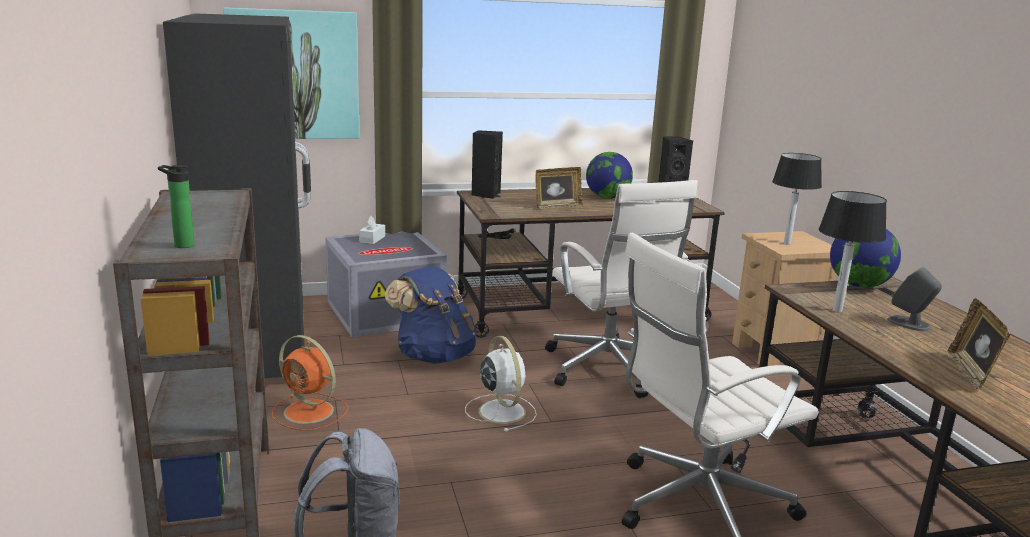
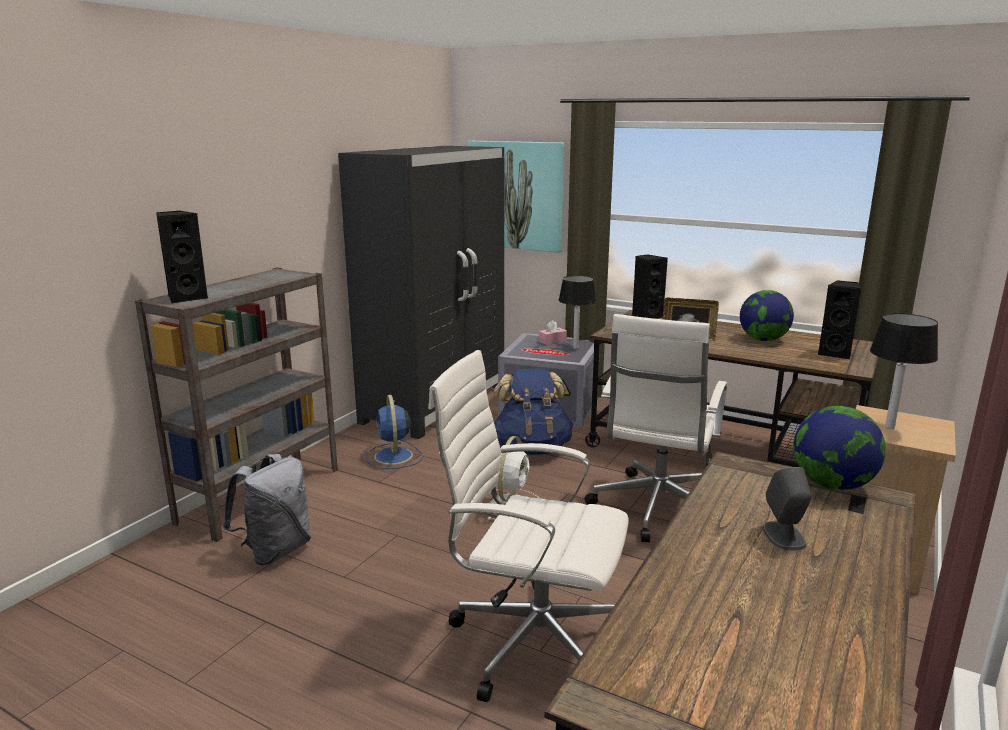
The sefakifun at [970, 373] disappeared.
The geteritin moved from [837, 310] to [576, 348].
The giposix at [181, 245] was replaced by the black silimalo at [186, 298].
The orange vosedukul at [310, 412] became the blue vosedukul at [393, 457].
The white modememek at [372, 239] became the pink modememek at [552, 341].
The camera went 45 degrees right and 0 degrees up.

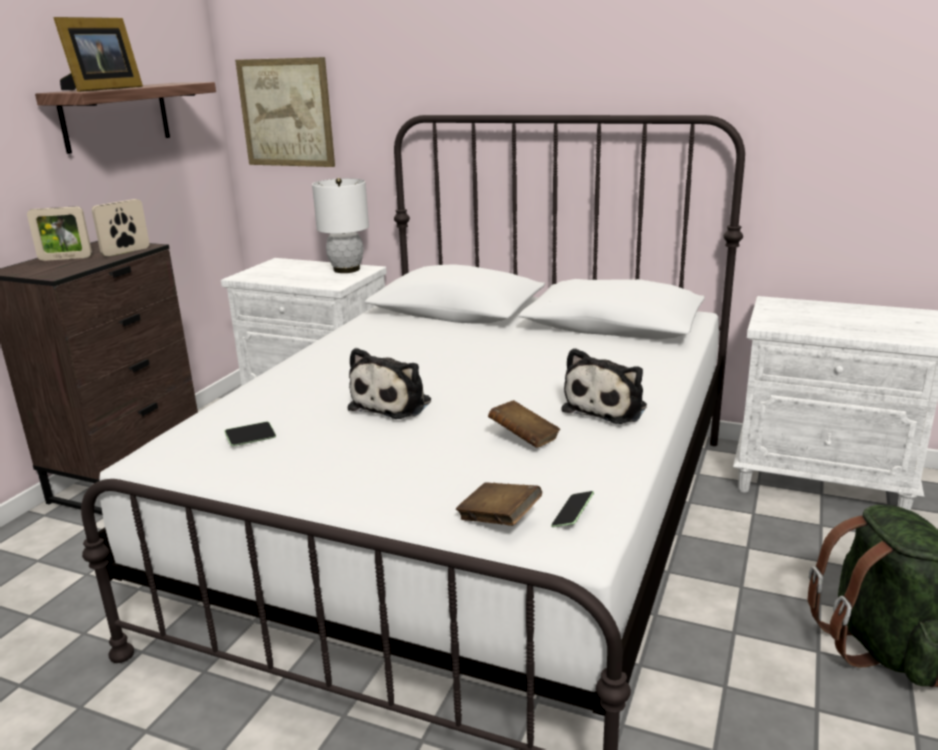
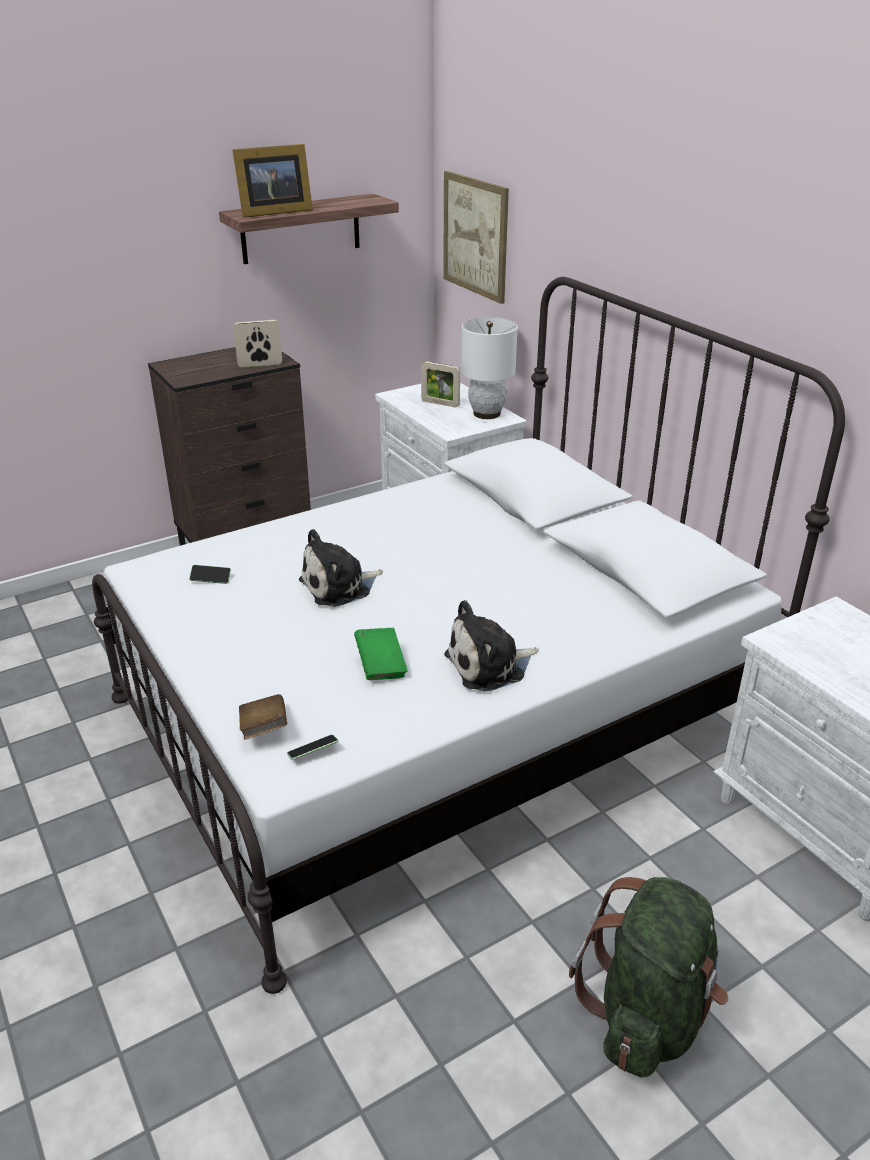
The sefakifun moved from [65, 258] to [440, 403].
The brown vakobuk at [524, 439] became the green vakobuk at [381, 666].
The camera went 35 degrees right and 10 degrees up.

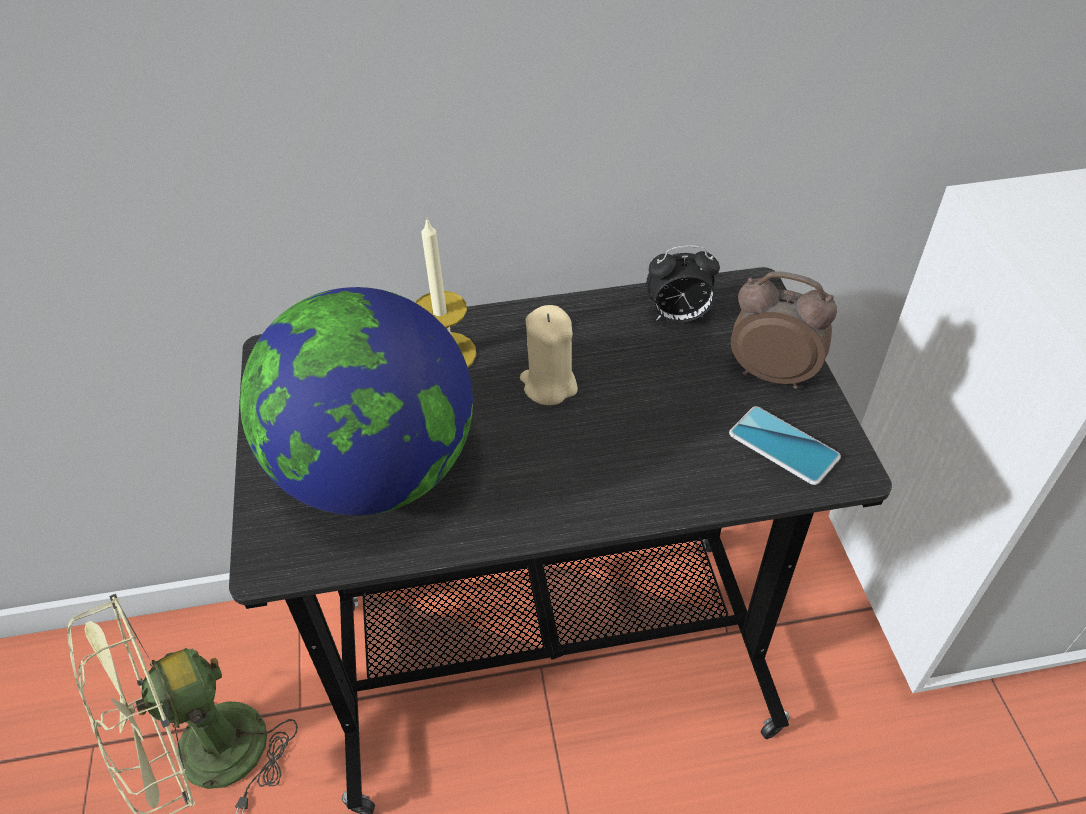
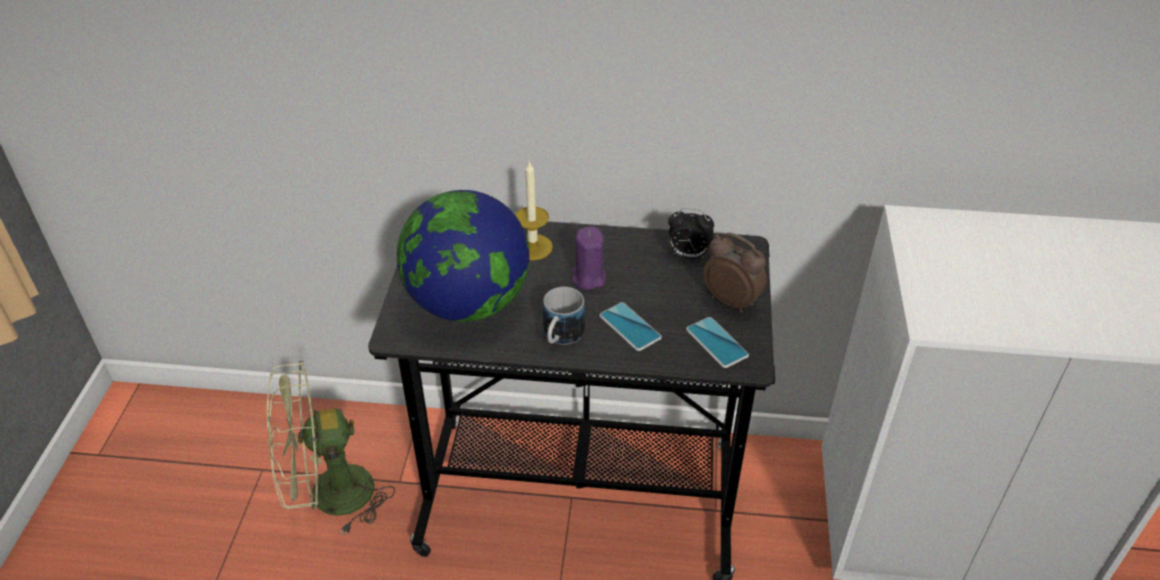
The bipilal at [560, 337] appeared.
The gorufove at [630, 327] appeared.
The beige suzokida at [548, 385] became the purple suzokida at [588, 278].
The camera went 15 degrees right and 5 degrees down.

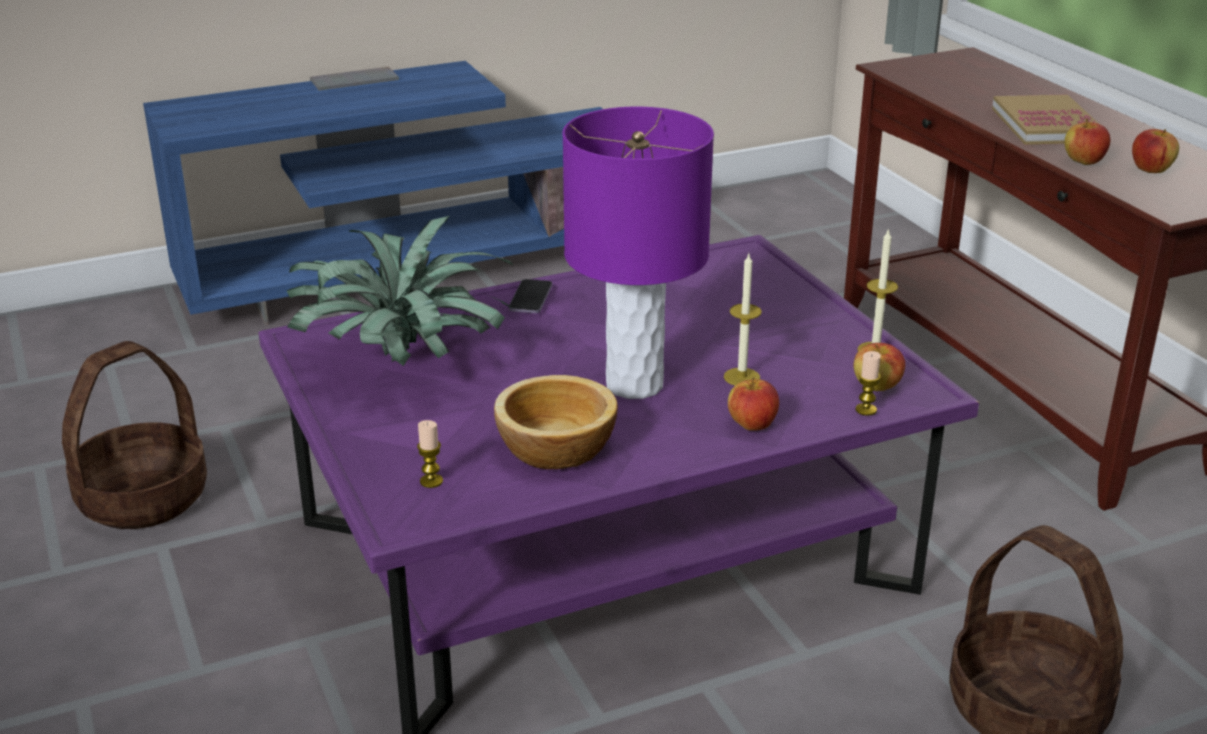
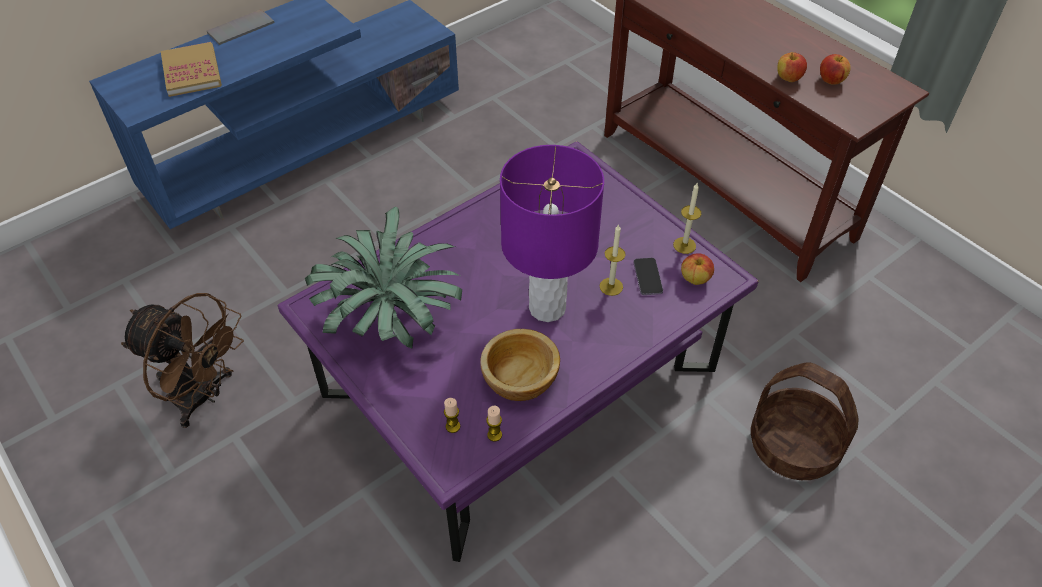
The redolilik at [752, 425] disappeared.
The gorufove moved from [530, 298] to [647, 277].
The suzokida moved from [866, 410] to [494, 435].
The vakobuk moved from [1046, 125] to [192, 72].
The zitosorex at [143, 498] was replaced by the brown vosedukul at [203, 397].
The camera went 15 degrees left and 20 degrees up.

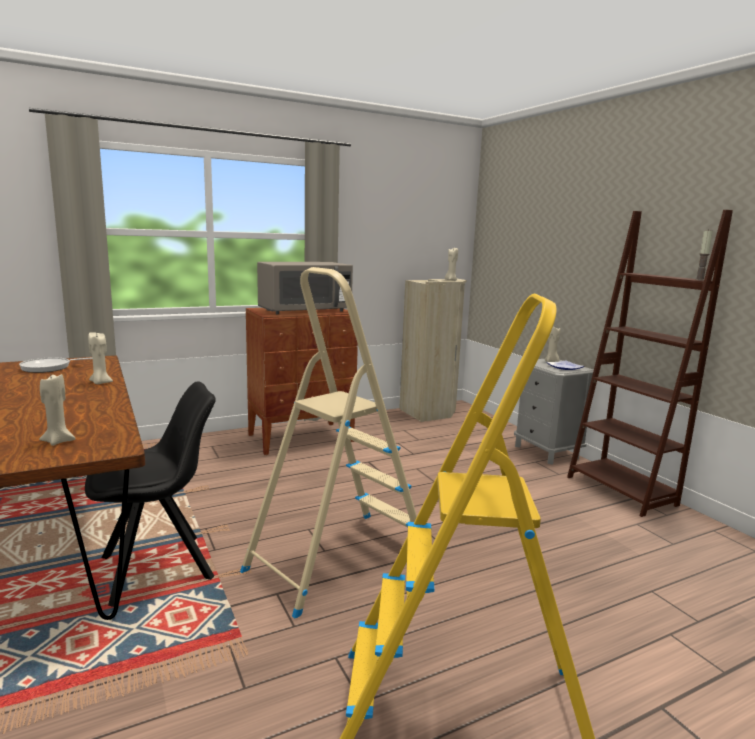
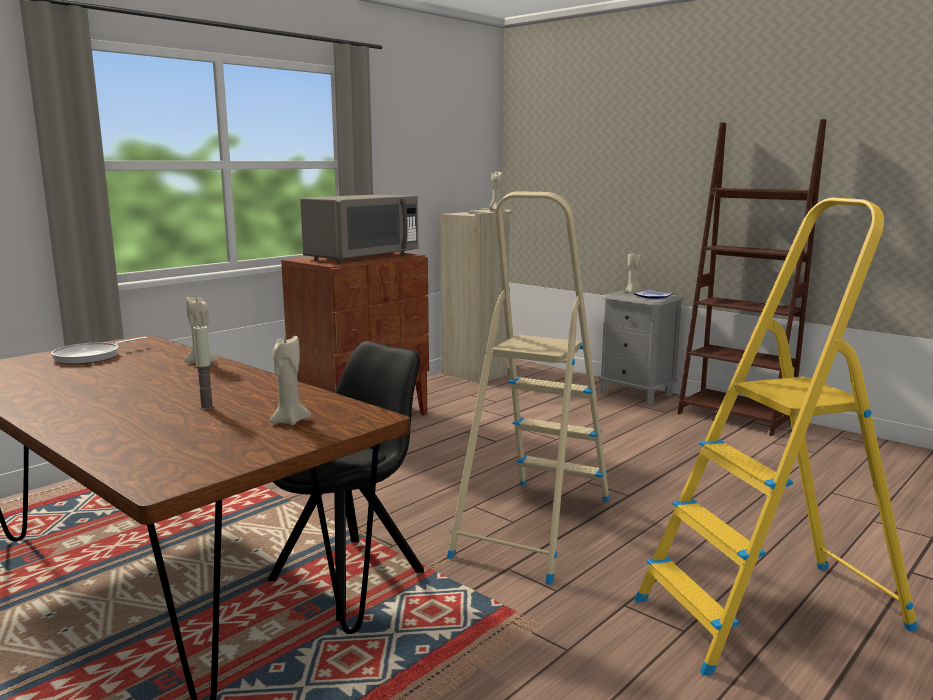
The suzokida moved from [700, 279] to [207, 407].
The camera went 20 degrees left and 0 degrees up.

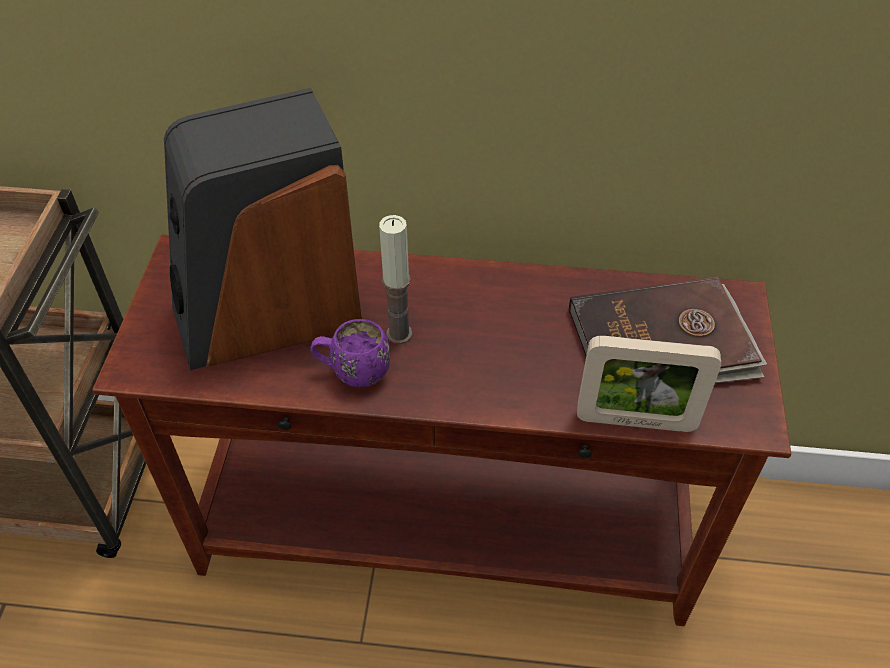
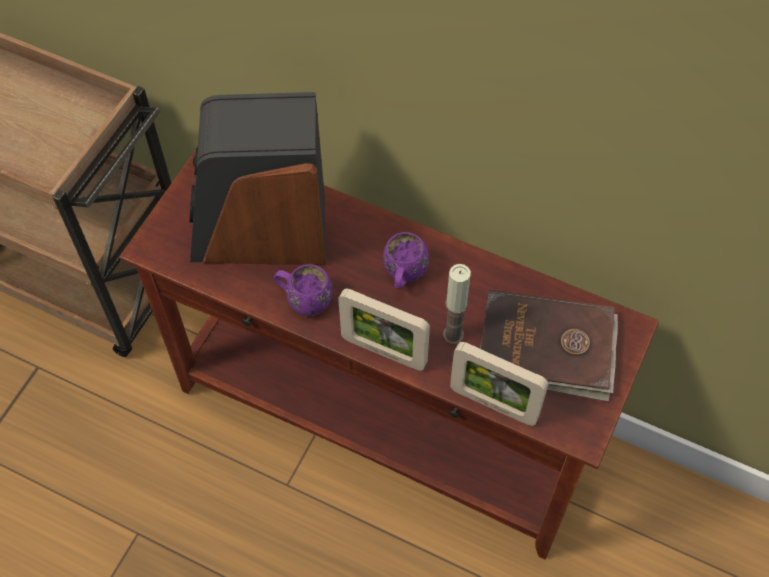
The sefakifun at [384, 351] appeared.
The purple bipilal at [404, 276] appeared.
The suzokida moved from [399, 334] to [453, 335].
The camera went 20 degrees right and 10 degrees up.

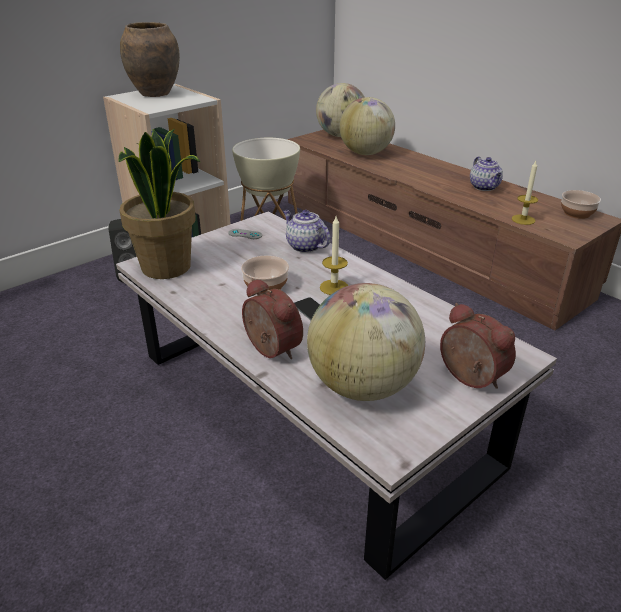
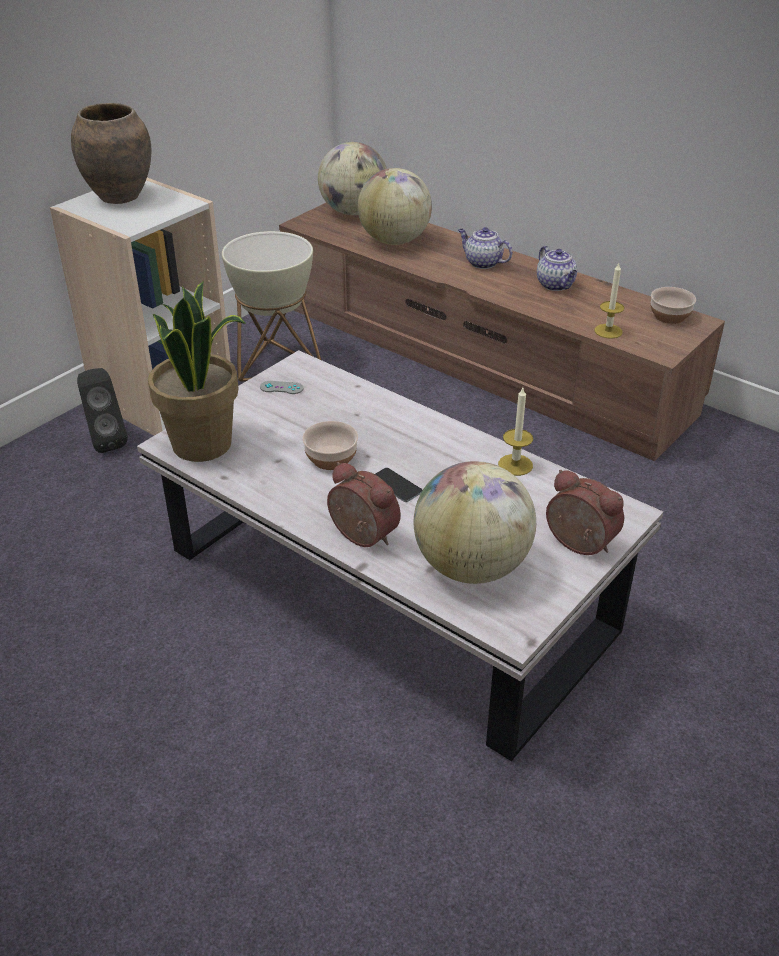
The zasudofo moved from [304, 246] to [482, 263].
The suzokida moved from [334, 287] to [515, 465].
The camera went 10 degrees left and 5 degrees up.

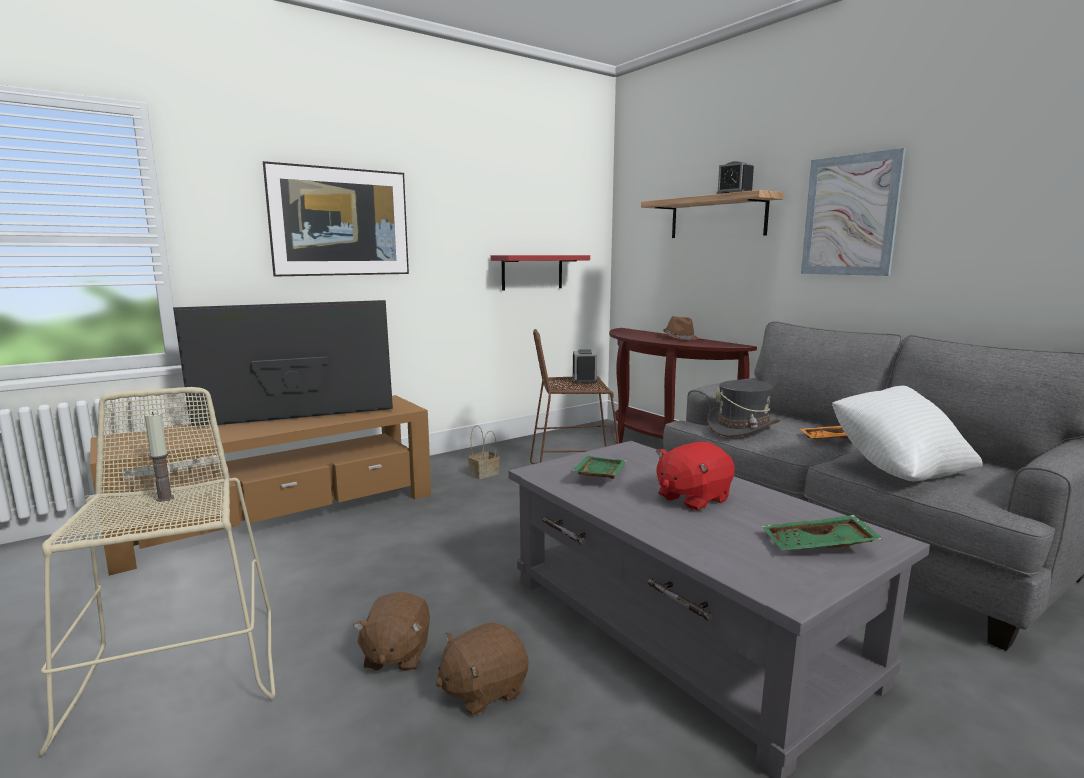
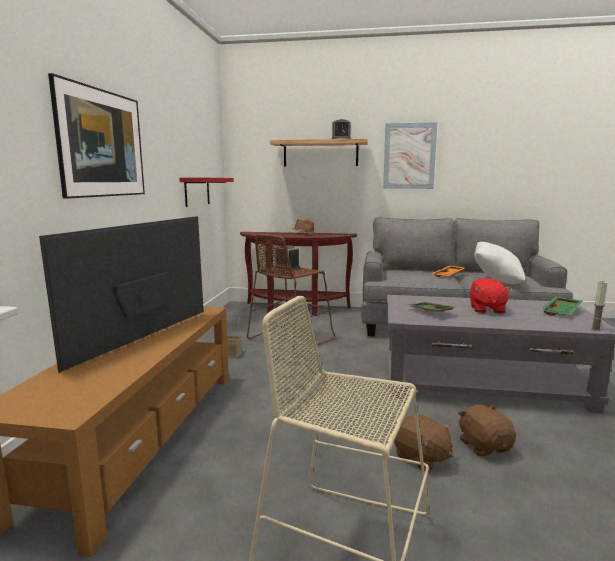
The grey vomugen at [742, 428] disappeared.
The suzokida moved from [165, 498] to [595, 329].
The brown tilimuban at [483, 690] turned 150 degrees clockwise.
The camera went 45 degrees left and 0 degrees up.

